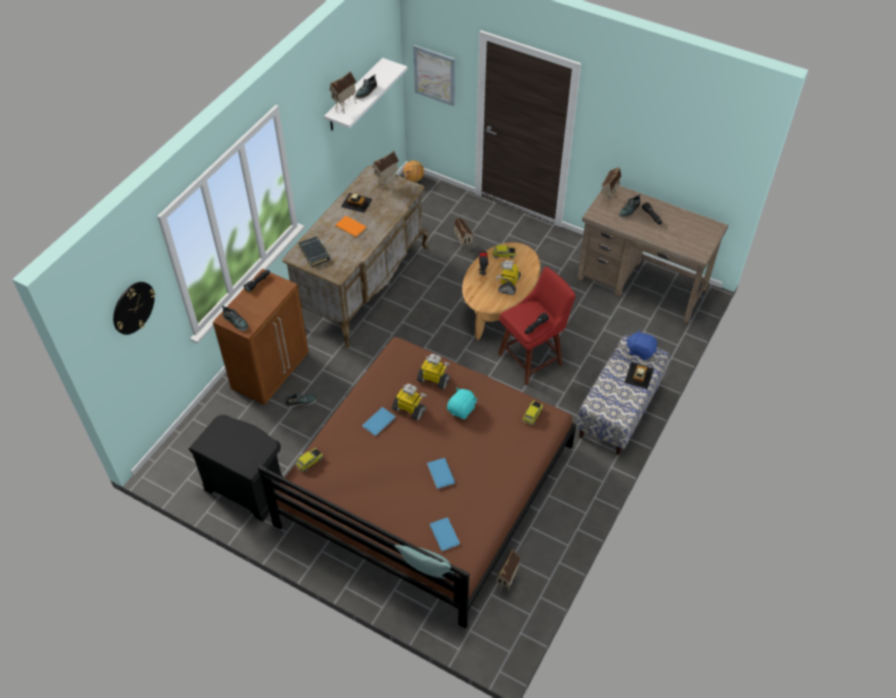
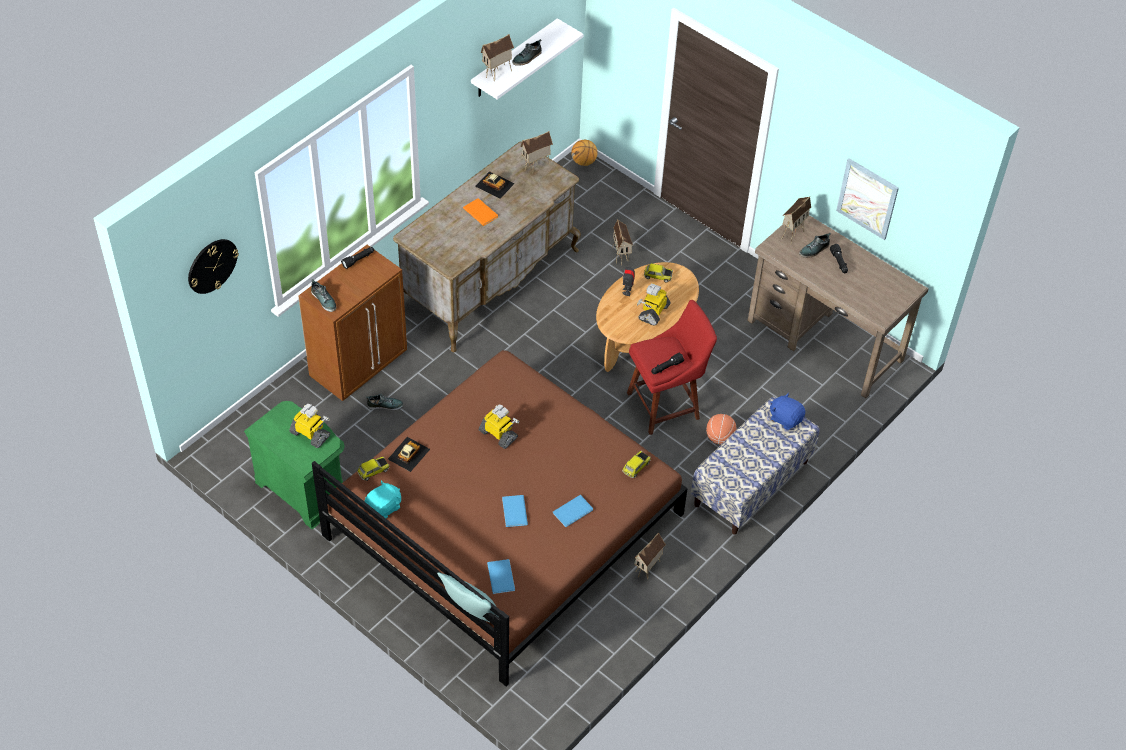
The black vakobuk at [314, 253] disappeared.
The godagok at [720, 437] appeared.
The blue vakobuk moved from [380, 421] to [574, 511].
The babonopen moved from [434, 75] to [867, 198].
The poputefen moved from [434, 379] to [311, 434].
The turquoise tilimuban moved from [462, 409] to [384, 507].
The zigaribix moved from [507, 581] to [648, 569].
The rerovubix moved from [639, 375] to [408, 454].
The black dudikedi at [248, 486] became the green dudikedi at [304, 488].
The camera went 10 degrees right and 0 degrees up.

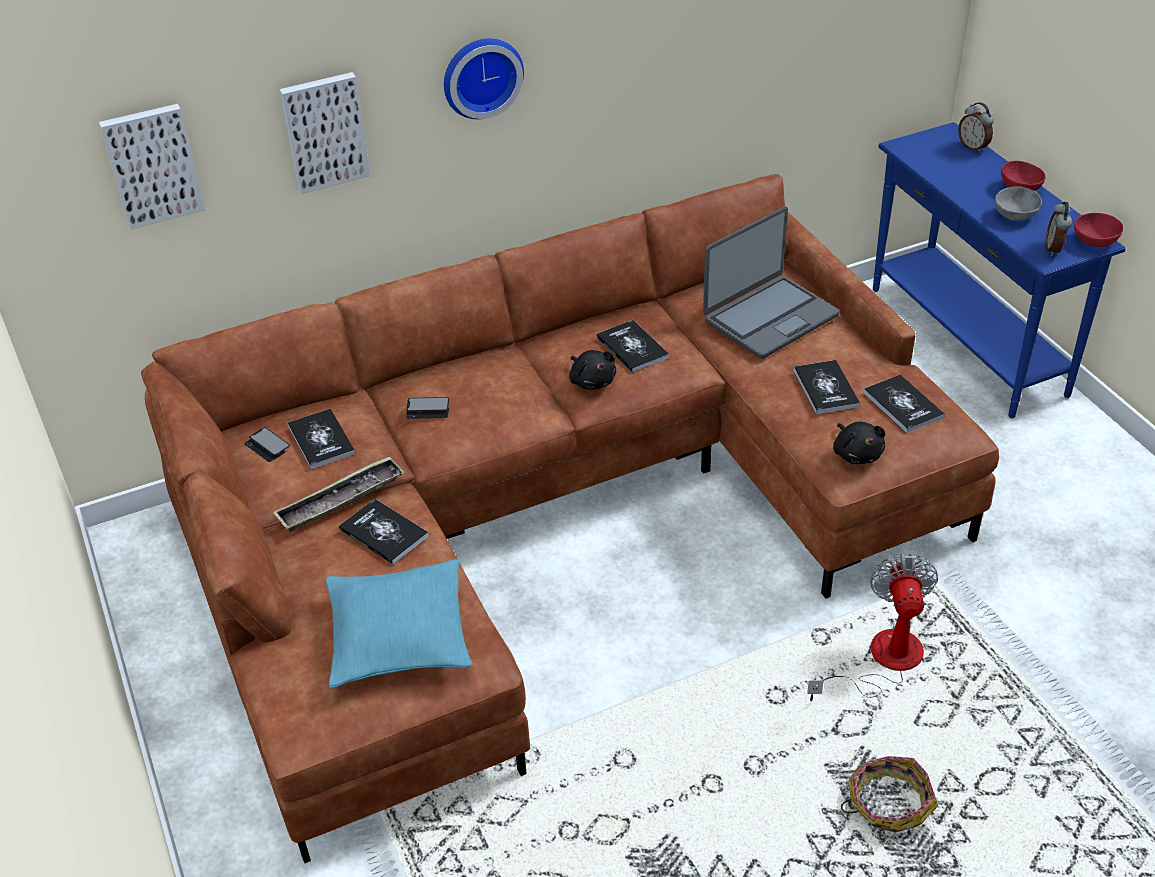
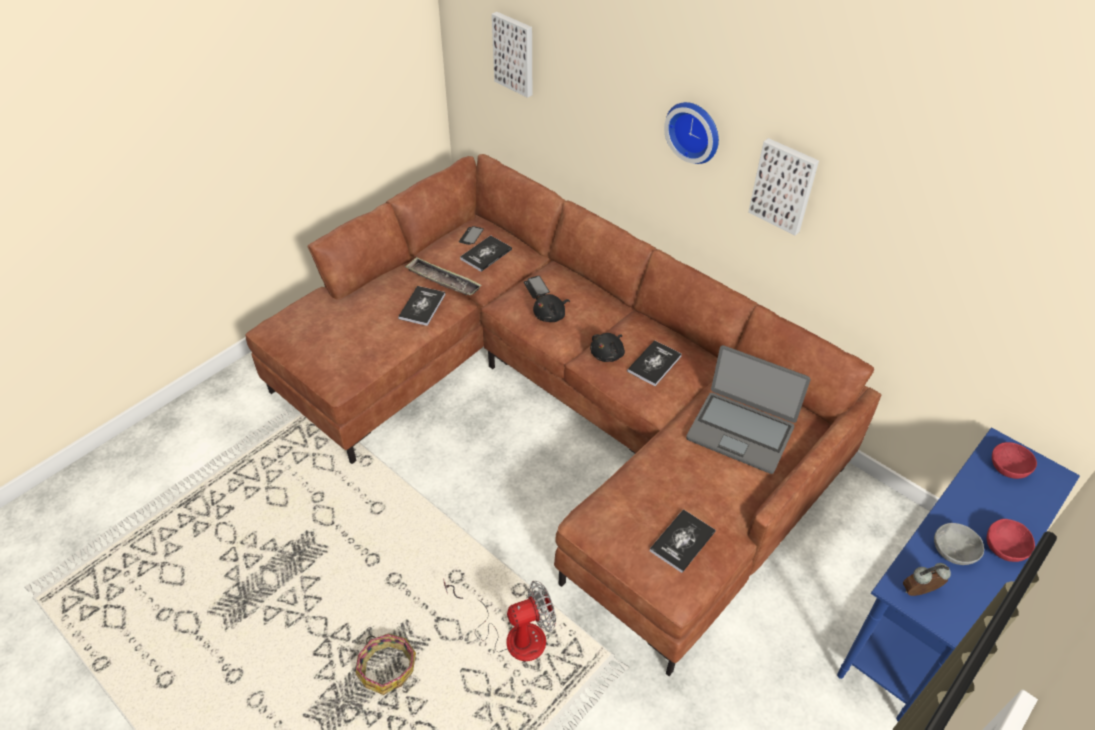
The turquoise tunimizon at [399, 635] disappeared.
The vakobuk at [826, 388] disappeared.
The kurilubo at [973, 147] disappeared.
The babonopen moved from [324, 131] to [784, 185].
The black tilimuban moved from [856, 453] to [551, 316].
The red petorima moved from [1094, 241] to [1007, 468].
The camera went 65 degrees right and 5 degrees up.

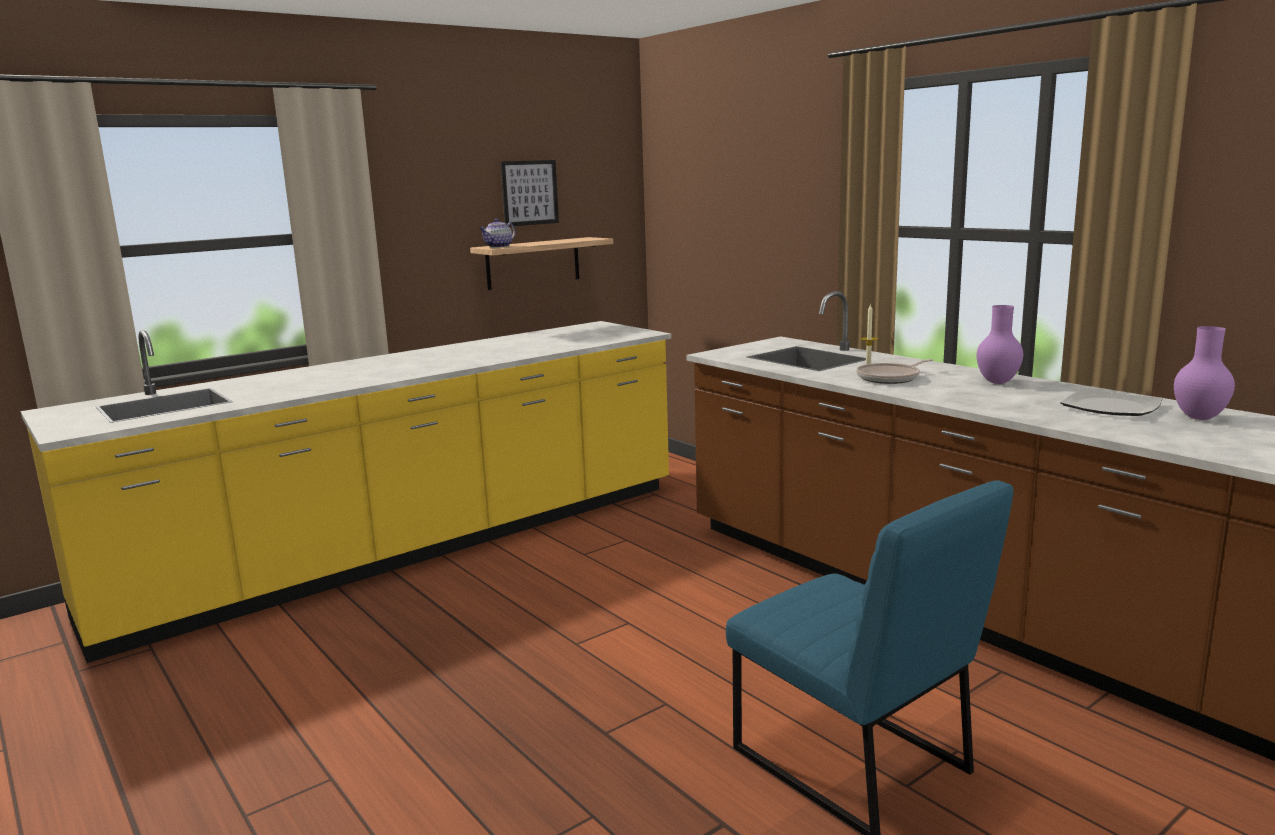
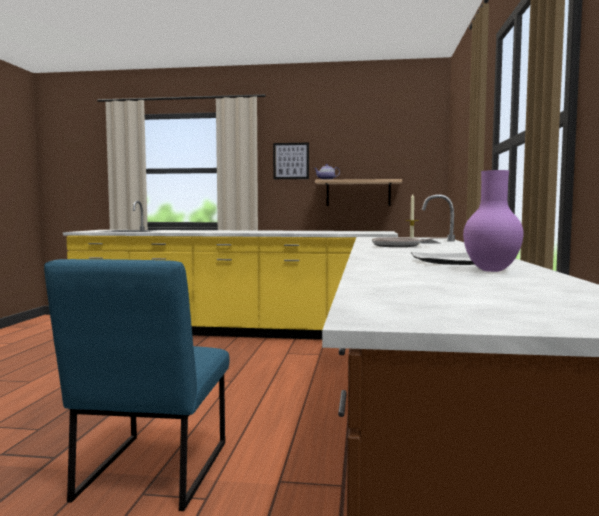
The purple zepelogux at [998, 382] disappeared.
The babonopen moved from [529, 193] to [291, 161].
The camera went 45 degrees right and 10 degrees down.

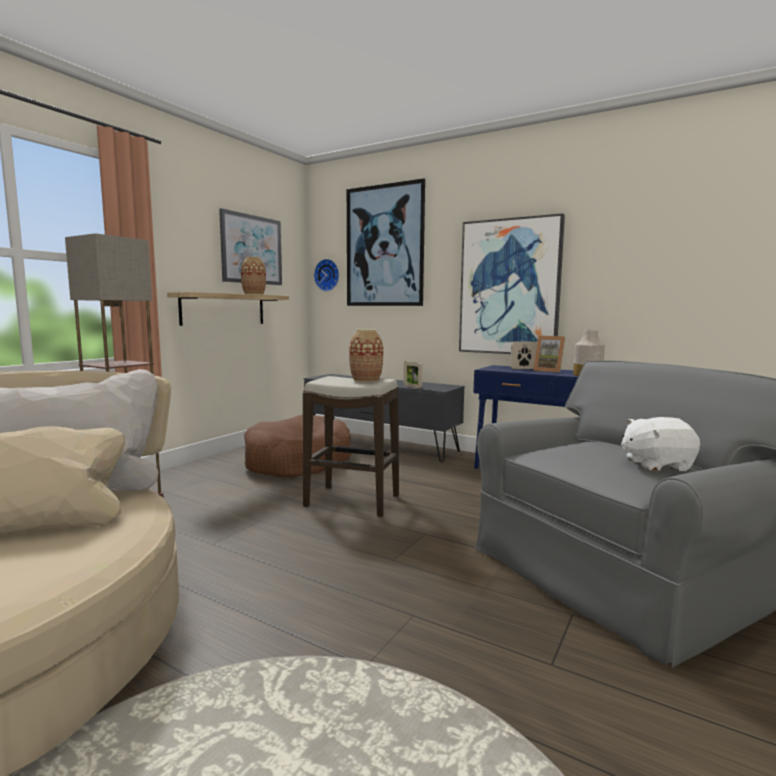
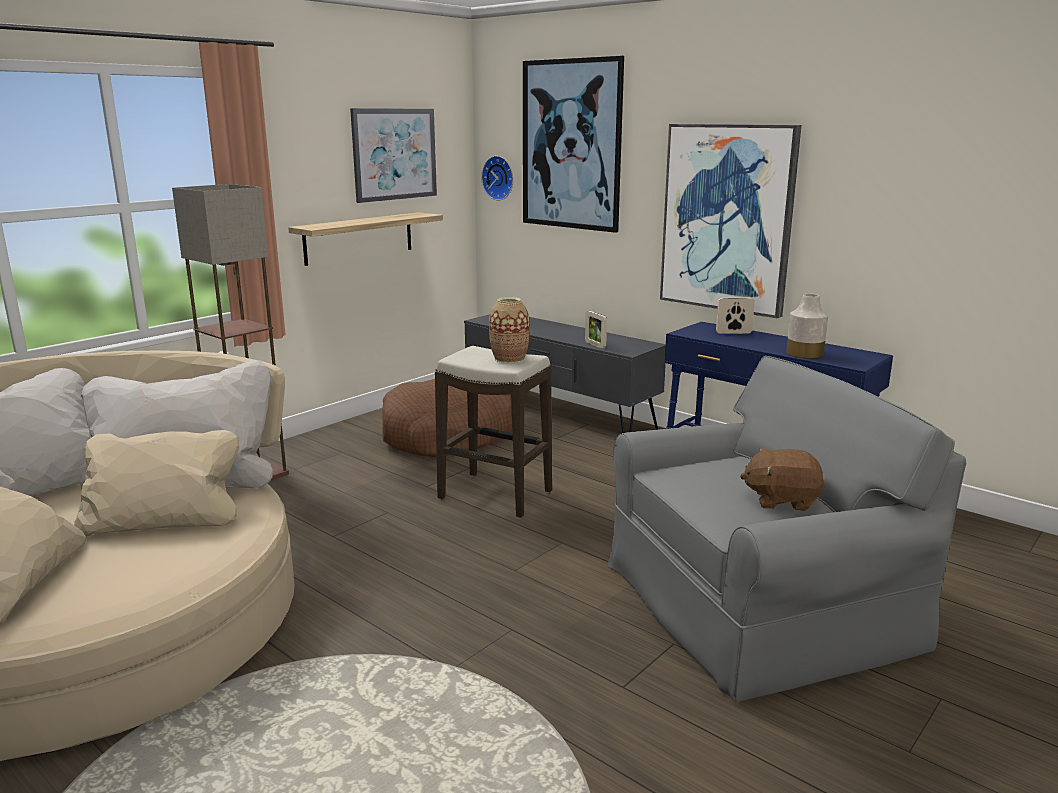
The zepelogux at [254, 294] disappeared.
The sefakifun at [548, 371] disappeared.
The white tilimuban at [656, 465] became the brown tilimuban at [781, 500].
The camera went 10 degrees right and 10 degrees up.

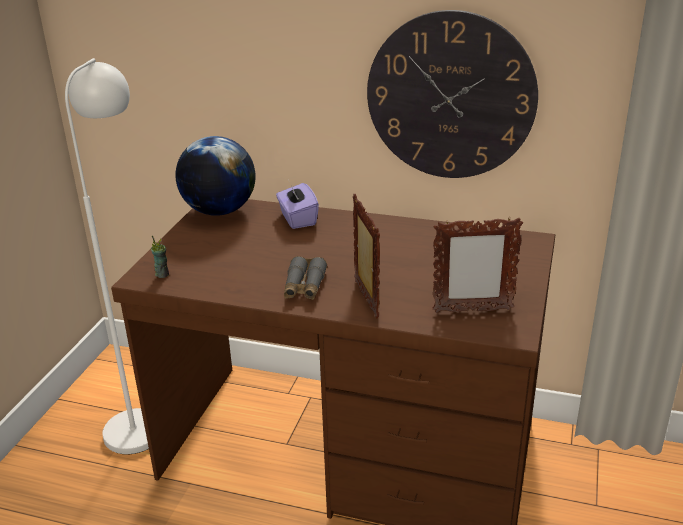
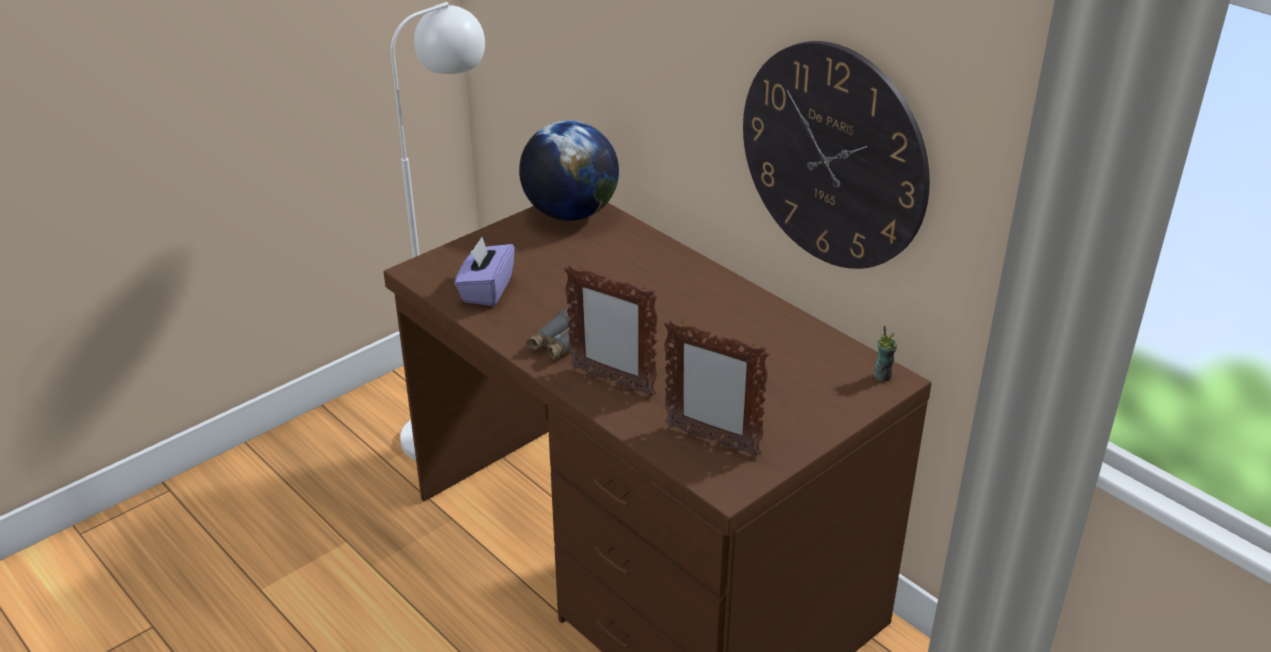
The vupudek moved from [162, 274] to [882, 376].
The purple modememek moved from [297, 219] to [486, 290].
The sefakifun at [365, 299] turned 105 degrees clockwise.
The camera went 30 degrees right and 5 degrees up.

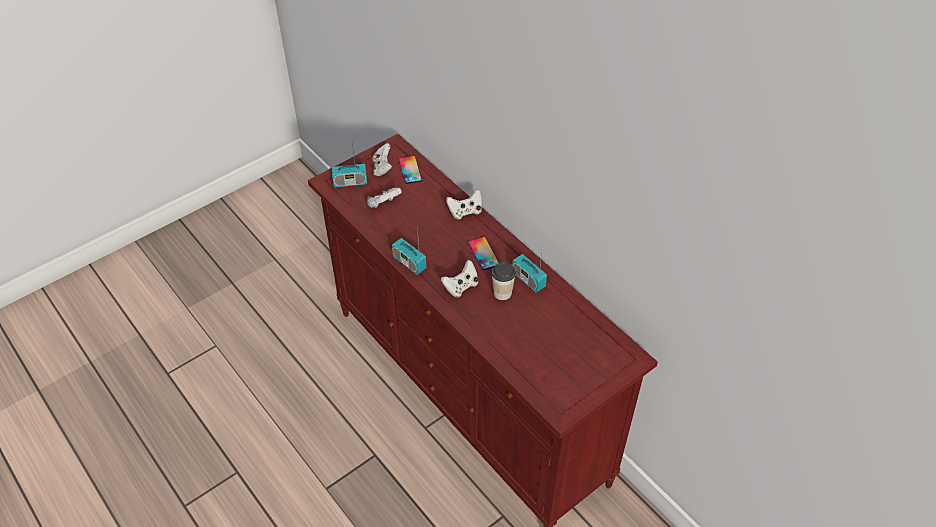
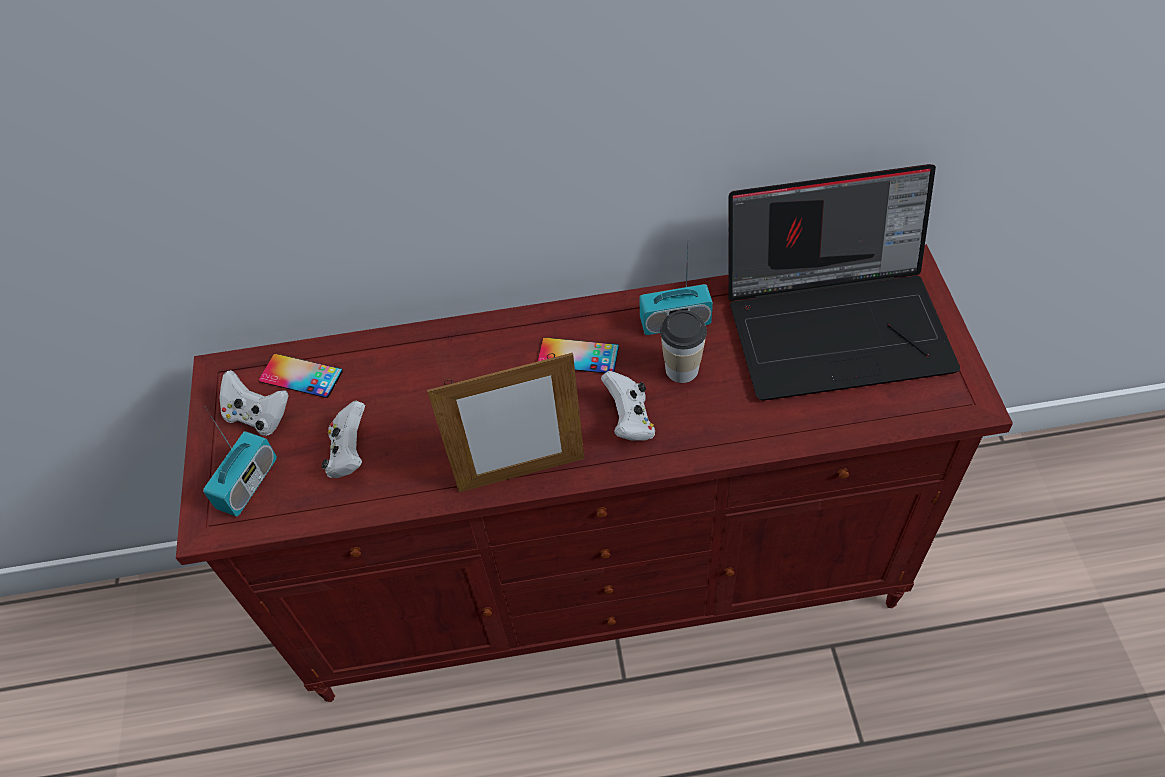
The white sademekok at [465, 212] disappeared.
The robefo at [838, 324] appeared.
The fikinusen at [409, 263] was replaced by the sefakifun at [521, 474].
The camera went 55 degrees left and 5 degrees up.

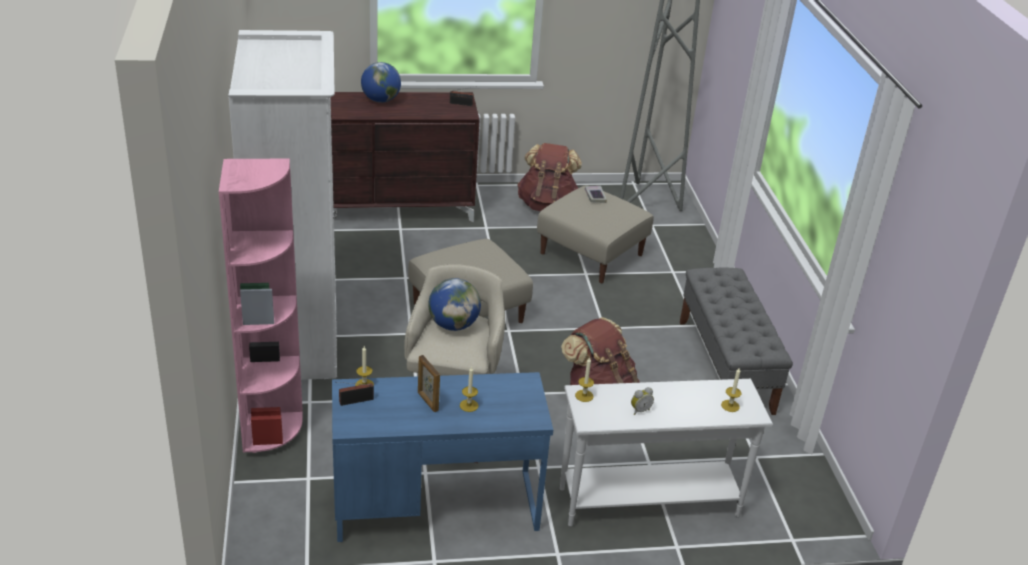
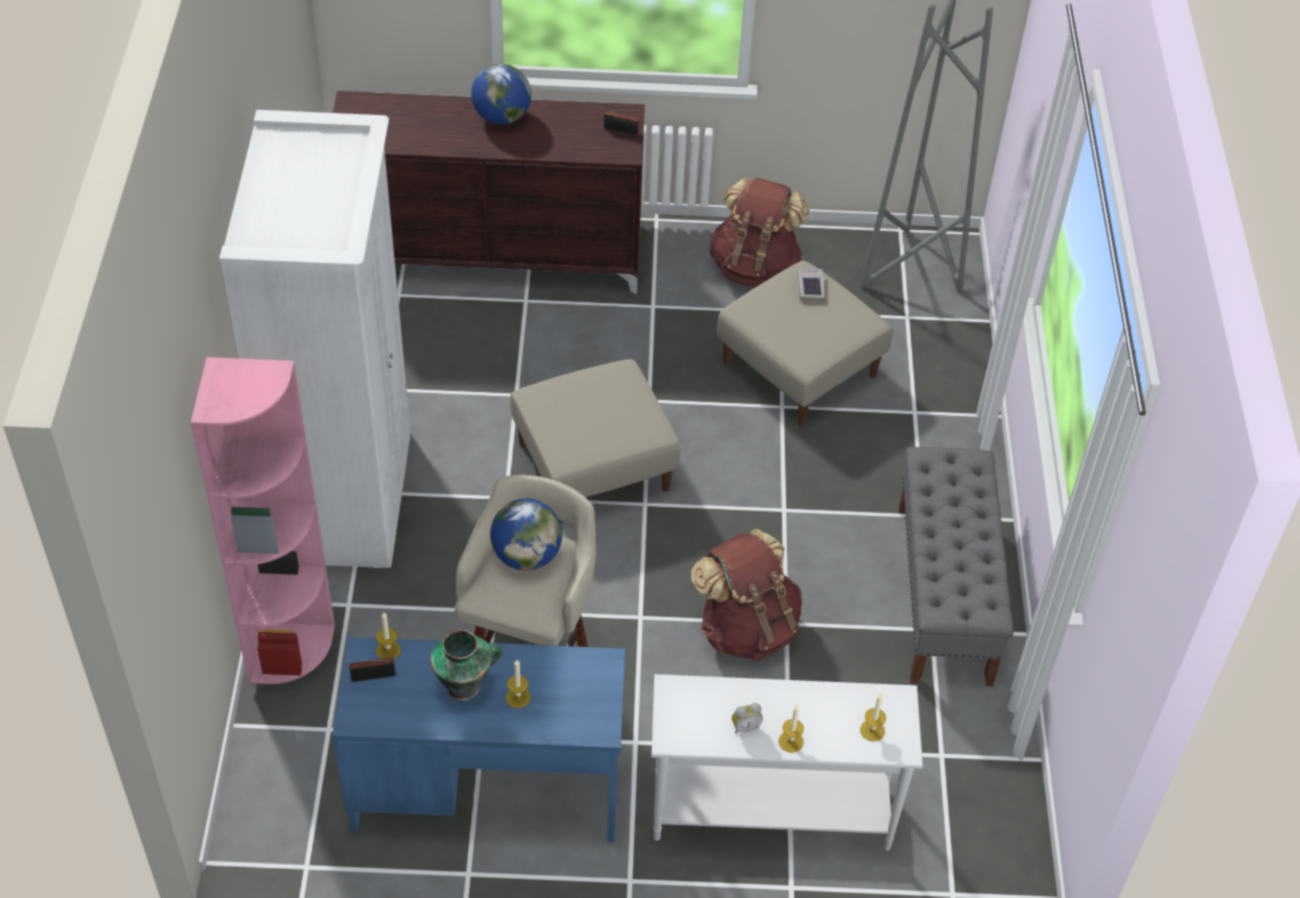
The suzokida moved from [584, 396] to [791, 741].
The sefakifun at [427, 401] was replaced by the zepelogux at [465, 686].
The camera went 10 degrees right and 15 degrees up.

